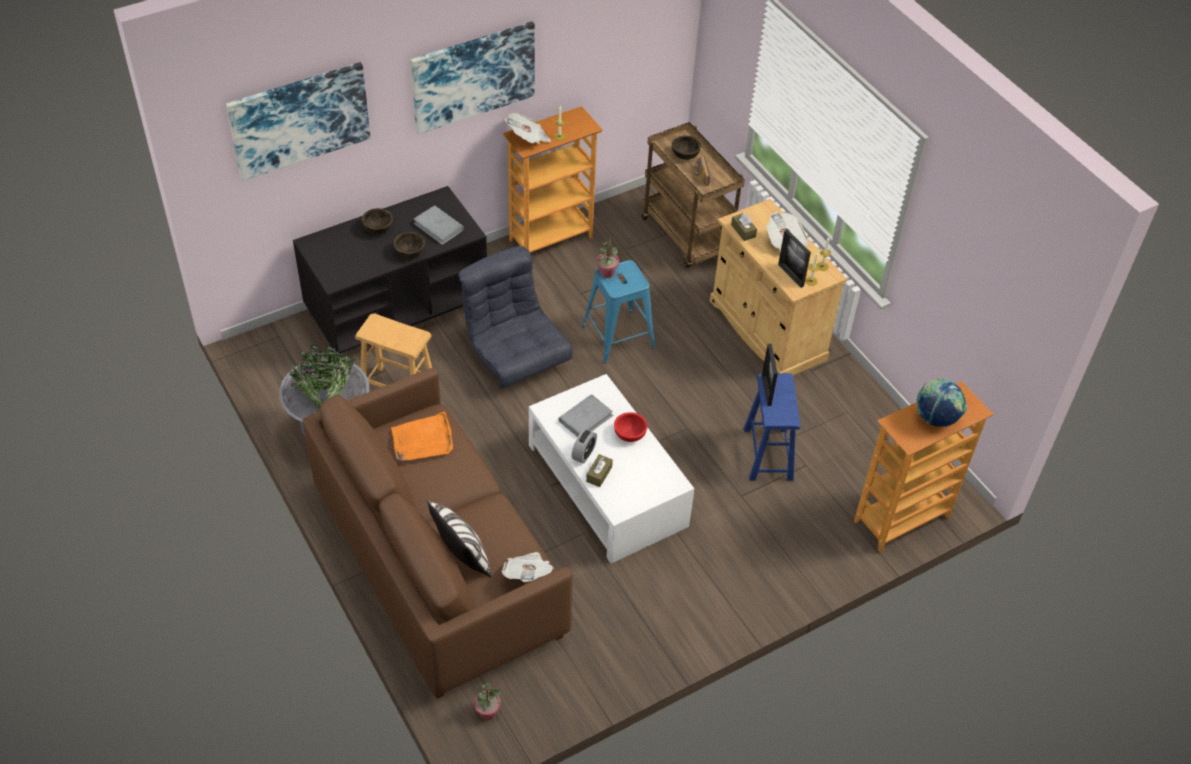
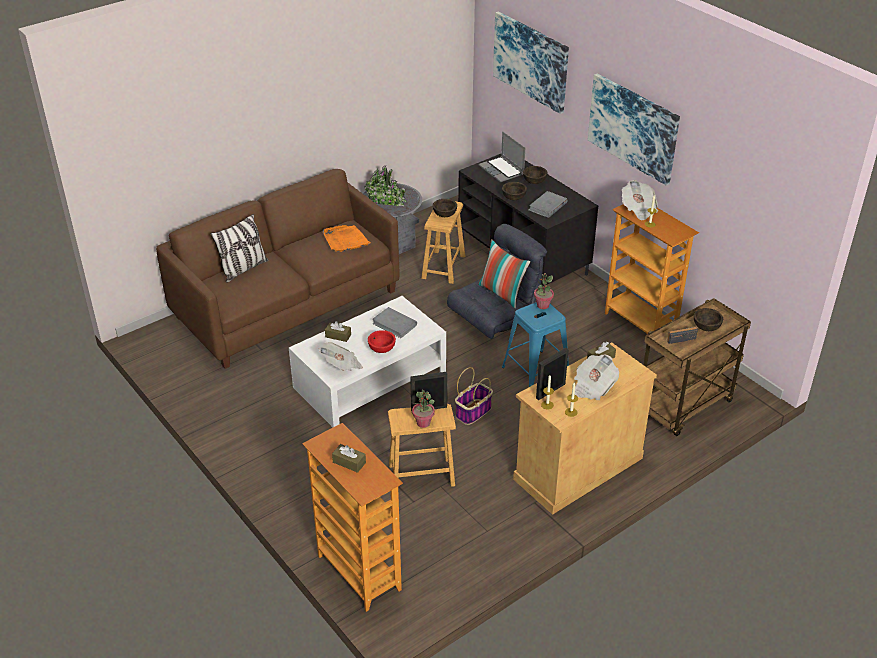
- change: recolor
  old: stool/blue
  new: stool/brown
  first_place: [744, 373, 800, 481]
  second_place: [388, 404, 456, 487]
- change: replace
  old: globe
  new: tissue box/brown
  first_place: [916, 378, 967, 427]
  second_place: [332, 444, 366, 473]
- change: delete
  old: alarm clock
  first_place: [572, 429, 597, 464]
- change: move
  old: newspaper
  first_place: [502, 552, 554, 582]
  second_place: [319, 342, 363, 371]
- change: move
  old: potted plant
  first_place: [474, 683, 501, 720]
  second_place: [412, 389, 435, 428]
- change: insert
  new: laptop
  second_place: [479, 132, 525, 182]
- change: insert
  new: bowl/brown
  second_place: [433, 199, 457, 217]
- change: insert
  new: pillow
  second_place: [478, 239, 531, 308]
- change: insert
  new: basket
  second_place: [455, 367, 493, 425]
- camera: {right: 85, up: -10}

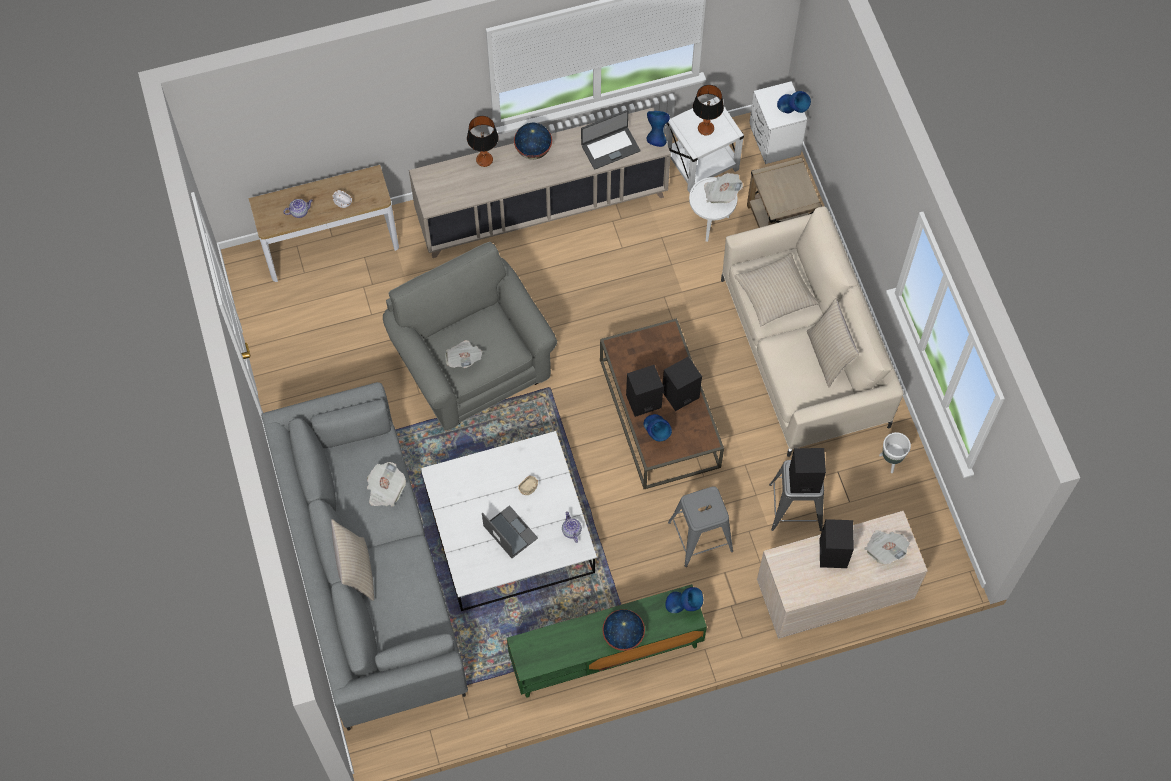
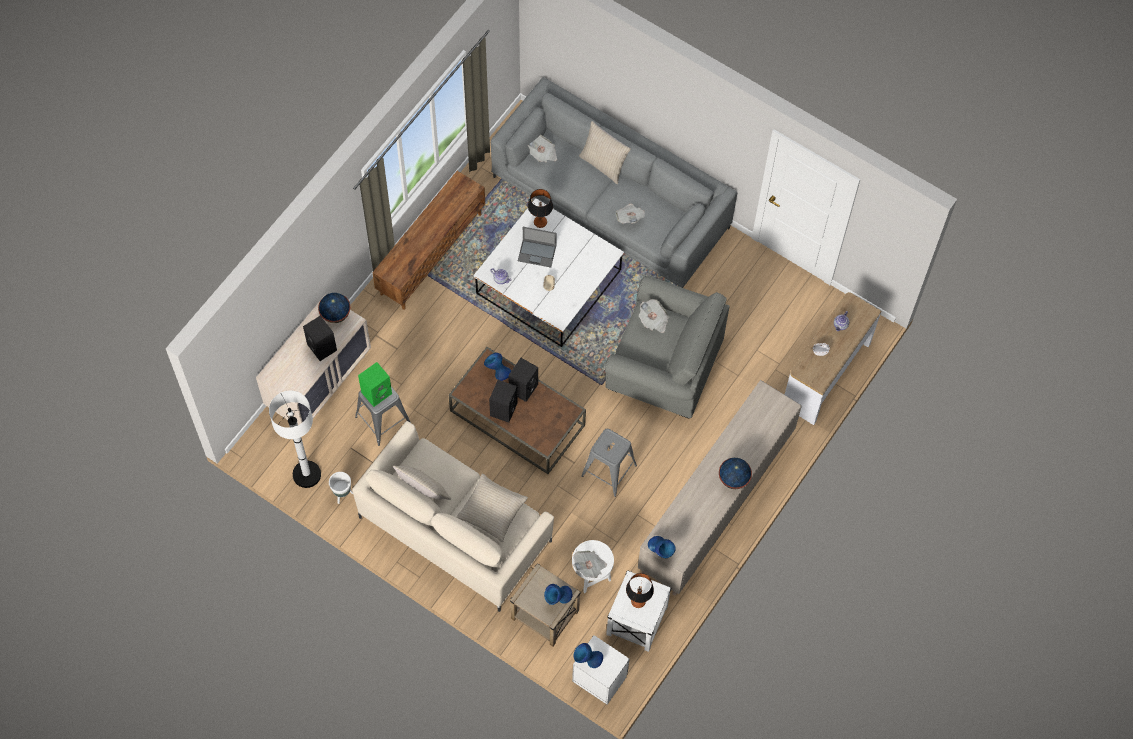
- change: delete
  old: laptop
  first_place: [581, 110, 640, 170]
- change: move
  old: table lamp
  first_place: [467, 116, 499, 167]
  second_place: [528, 189, 553, 228]
- change: recolor
  old: speaker/black
  new: speaker/green
  first_place: [789, 448, 826, 493]
  second_place: [358, 362, 392, 407]
- change: move
  old: stool/grey
  first_place: [668, 487, 733, 567]
  second_place: [581, 429, 637, 497]
- change: move
  old: newspaper
  first_place: [864, 530, 910, 564]
  second_place: [528, 135, 557, 162]
- change: recolor
  old: tv stand/green
  new: tv stand/brown
  first_place: [507, 584, 707, 698]
  second_place: [372, 171, 485, 310]
- change: move
  old: vase/blue
  first_place: [665, 587, 703, 613]
  second_place: [544, 584, 572, 605]
- change: move
  old: globe
  first_place: [602, 609, 645, 651]
  second_place: [318, 293, 350, 323]
- change: insert
  new: floor lamp/white
  second_place: [269, 391, 321, 488]
- camera: {right: 140, up: 0}

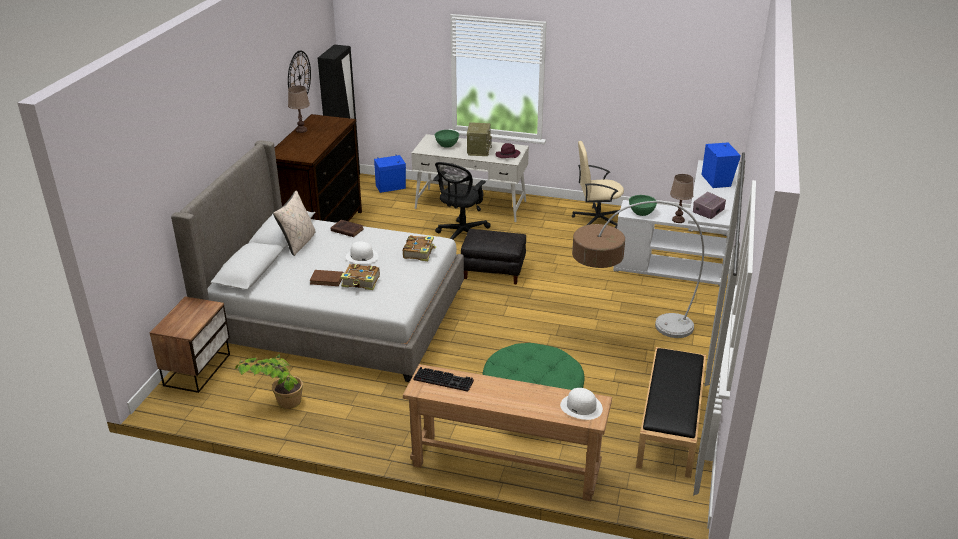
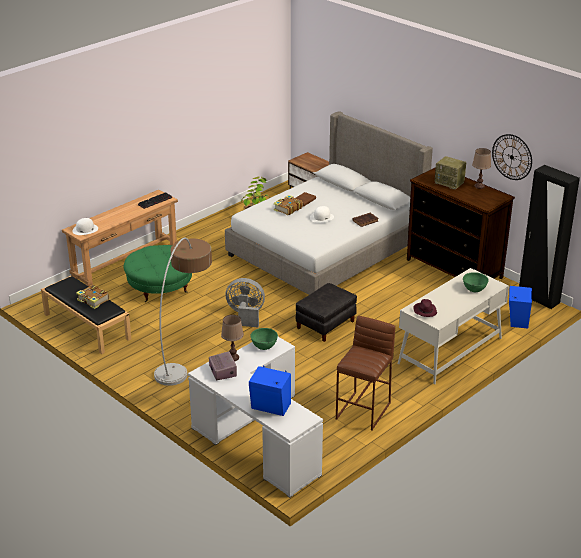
- change: move
  old: radio
  first_place: [467, 123, 492, 156]
  second_place: [435, 156, 466, 190]
- change: replace
  old: office chair/beige
  new: stool/brown
  first_place: [572, 141, 624, 228]
  second_place: [336, 316, 395, 431]
- change: delete
  old: office chair/black
  first_place: [433, 162, 491, 239]
- change: delete
  old: pillow/beige
  first_place: [273, 191, 316, 256]
- change: move
  old: book
  first_place: [403, 235, 437, 261]
  second_place: [76, 285, 109, 309]
- change: insert
  new: fan/grey
  second_place: [225, 278, 265, 327]
- camera: {right: 120, up: 0}

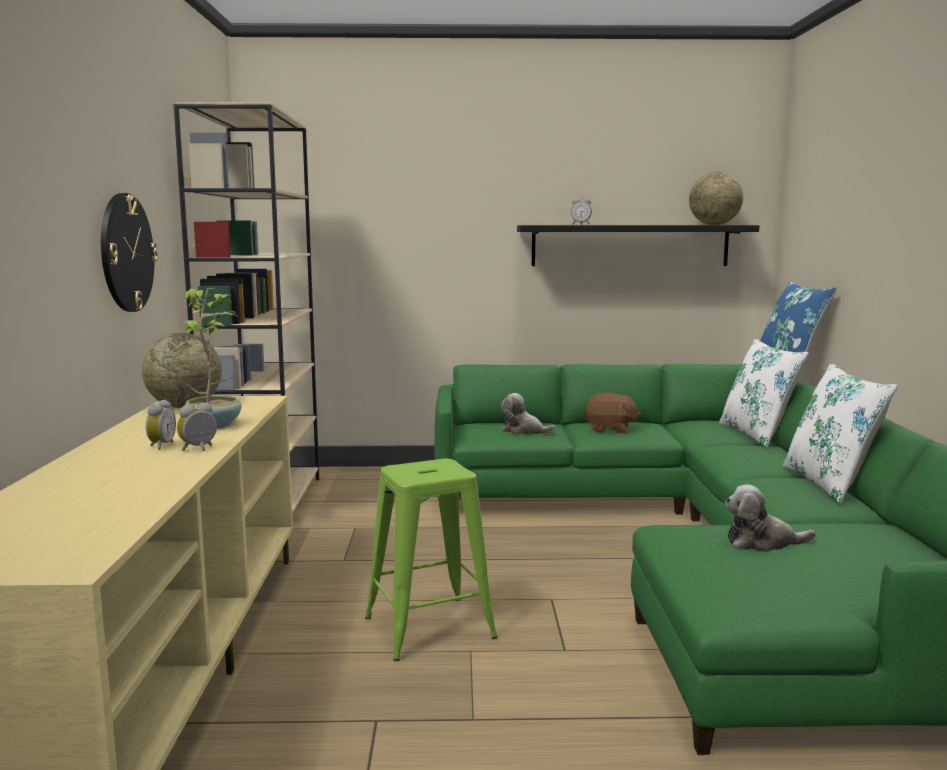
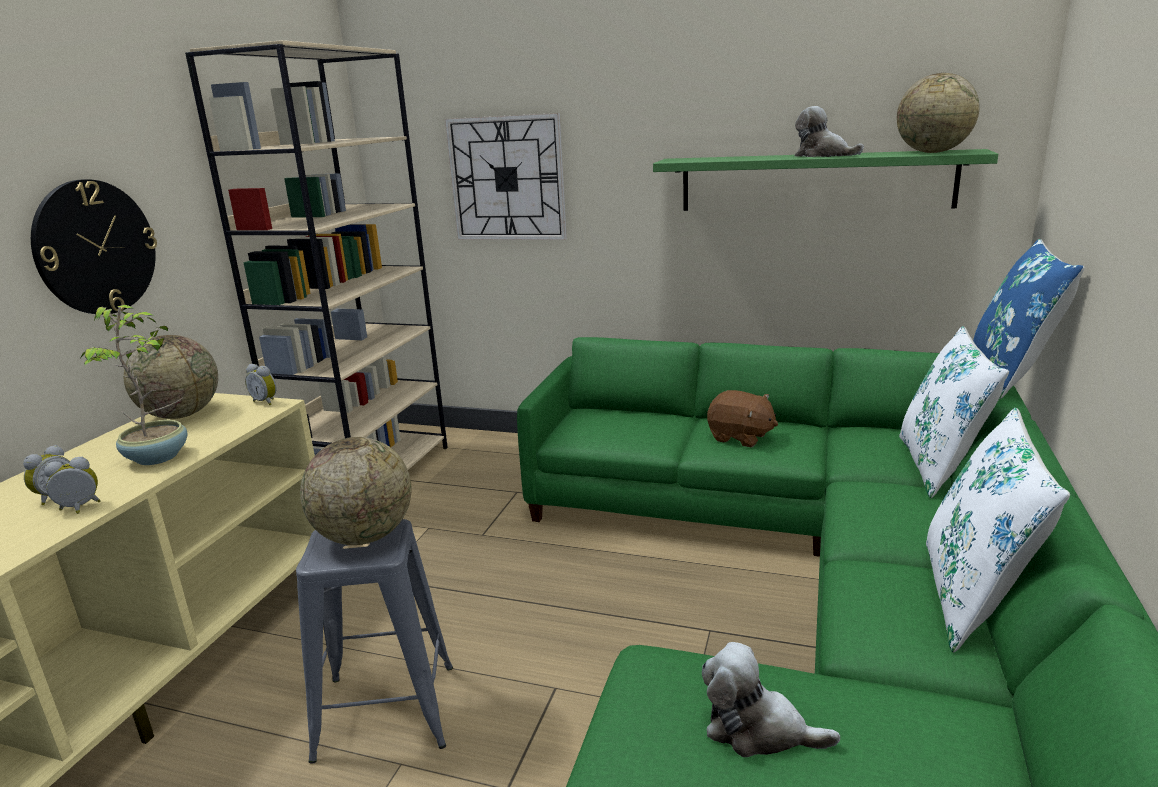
- change: move
  old: alarm clock
  first_place: [571, 198, 592, 225]
  second_place: [245, 364, 277, 405]
- change: recolor
  old: shelf/black
  new: shelf/green
  first_place: [517, 225, 759, 266]
  second_place: [653, 149, 998, 211]
- change: move
  old: plush toy
  first_place: [501, 393, 555, 434]
  second_place: [794, 106, 864, 157]
- change: recolor
  old: stool/green
  new: stool/grey
  first_place: [365, 459, 498, 661]
  second_place: [296, 519, 453, 764]
- change: insert
  new: wall clock
  second_place: [445, 113, 567, 240]
- change: insert
  new: globe
  second_place: [300, 437, 411, 545]
- camera: {right: 20, up: 10}

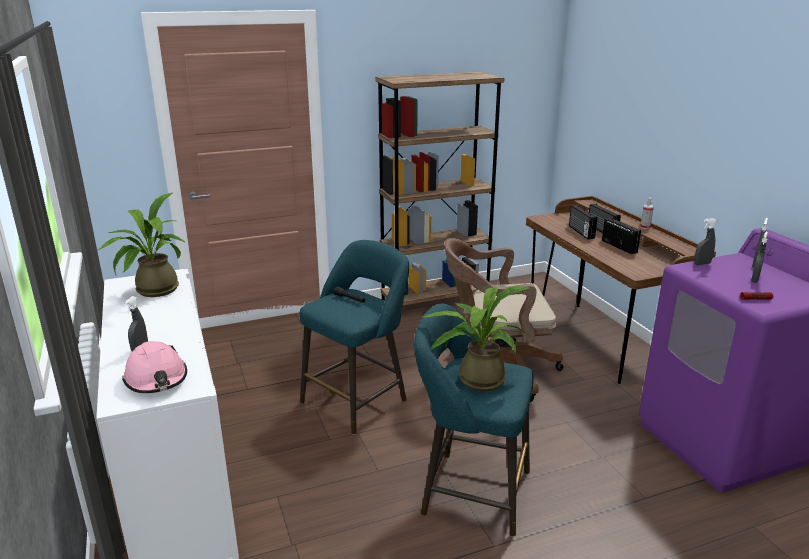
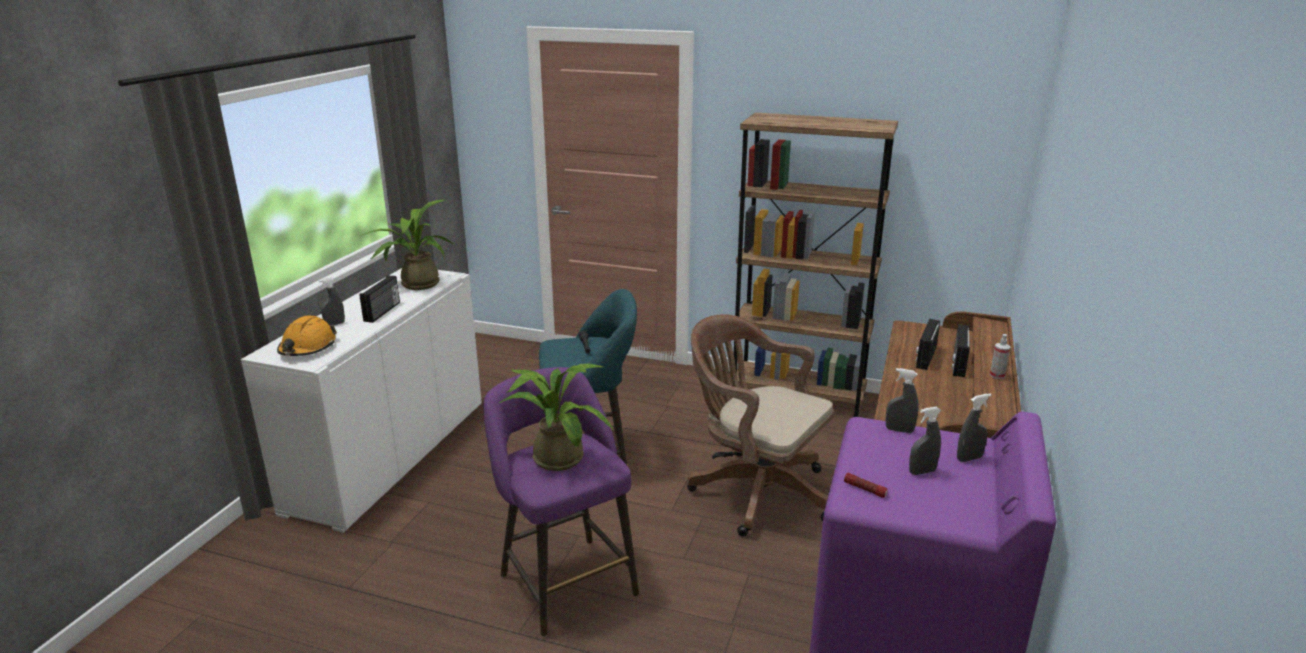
- change: move
  old: radio
  first_place: [602, 218, 641, 254]
  second_place: [359, 275, 400, 323]
- change: recolor
  old: stool/turquoise
  new: stool/purple
  first_place: [414, 304, 534, 537]
  second_place: [483, 367, 639, 637]
- change: recolor
  old: hard hat/pink
  new: hard hat/orange
  first_place: [122, 341, 187, 393]
  second_place: [277, 315, 337, 356]
- camera: {right: 40, up: 0}

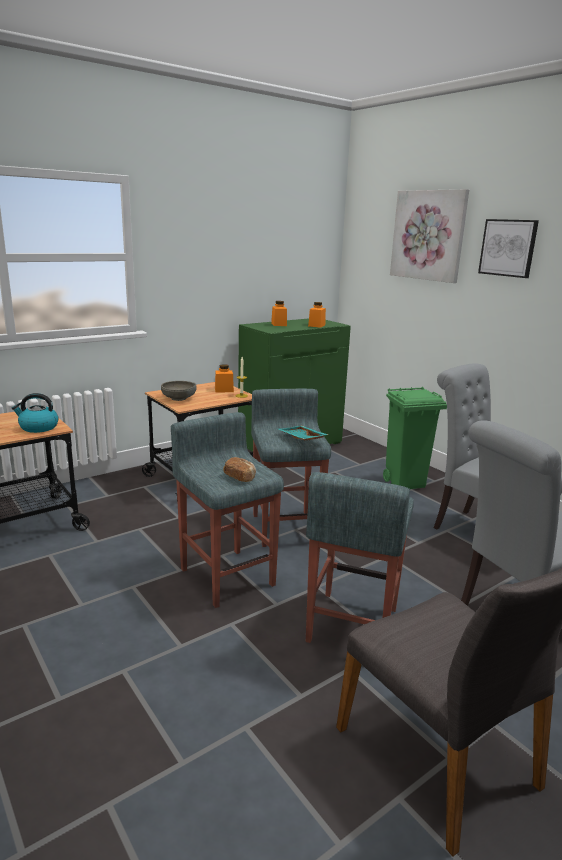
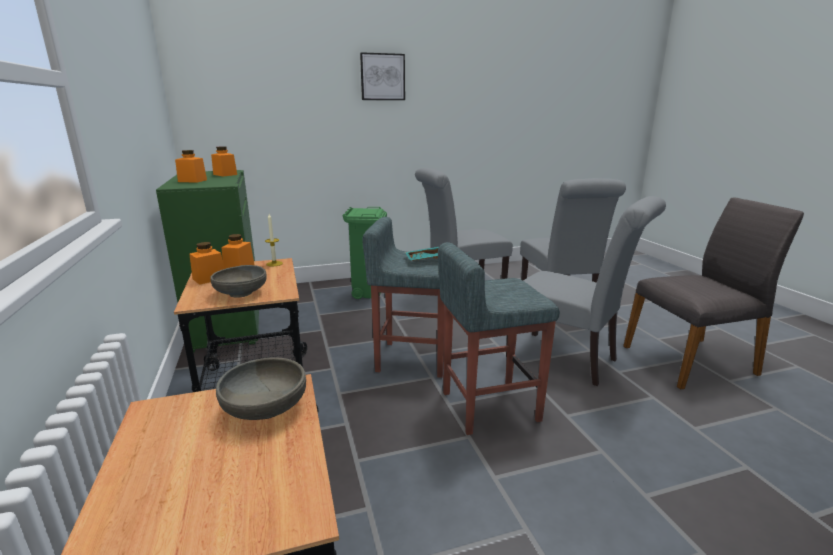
- change: delete
  old: picture
  first_place: [390, 189, 469, 283]
- change: replace
  old: kettle
  new: bowl/grey
  first_place: [12, 393, 59, 433]
  second_place: [216, 357, 306, 420]
- change: delete
  old: bread
  first_place: [223, 457, 256, 482]
- change: replace
  old: stool/grey
  new: chair/grey
  first_place: [306, 472, 414, 643]
  second_place: [506, 196, 666, 386]
- change: insert
  new: jar/orange
  second_place: [189, 242, 224, 285]
- camera: {right: -70, up: 0}

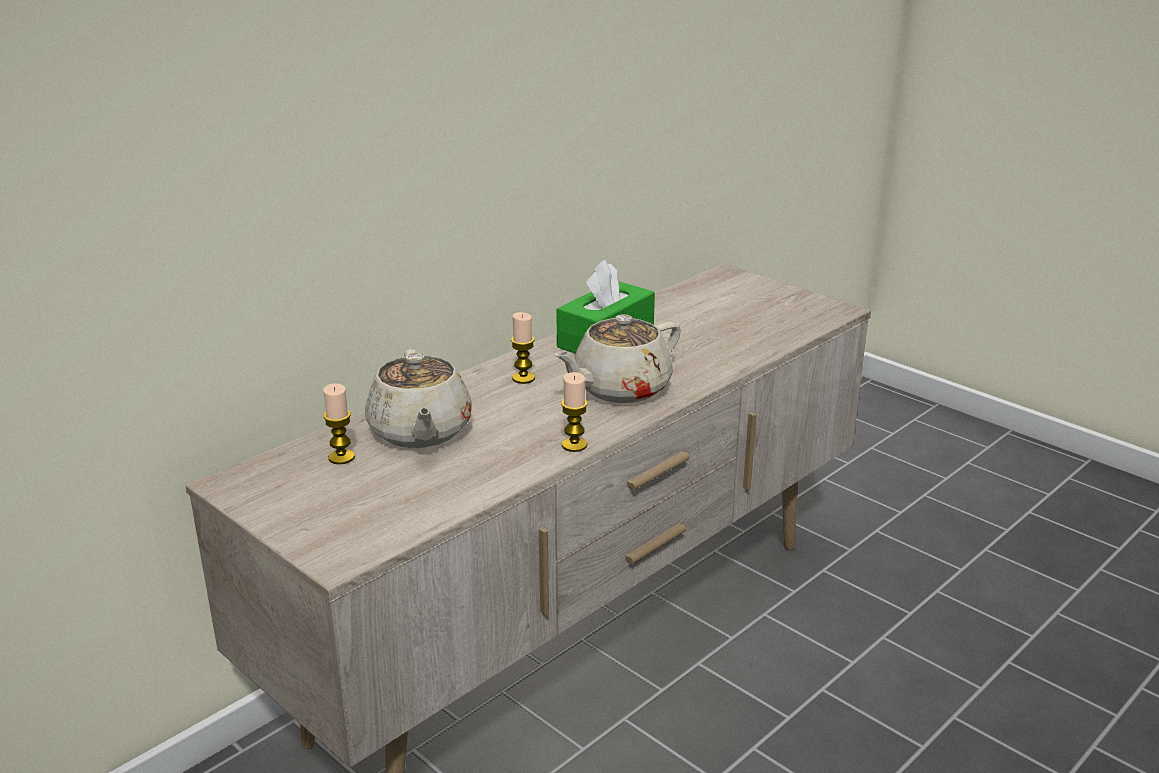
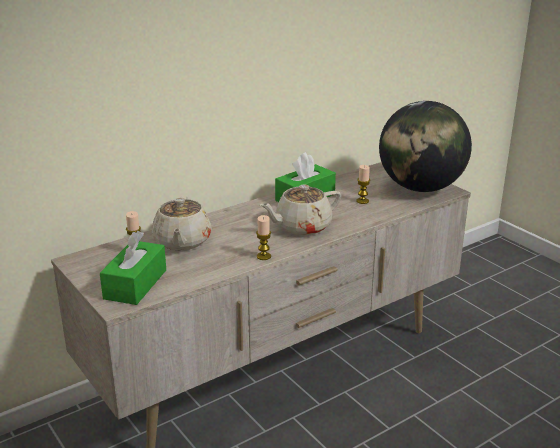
- change: move
  old: candle
  first_place: [511, 312, 535, 384]
  second_place: [356, 165, 370, 204]
- change: insert
  new: globe
  second_place: [379, 101, 472, 192]
- change: insert
  new: tissue box/green
  second_place: [100, 231, 166, 305]
- camera: {right: 10, up: 0}

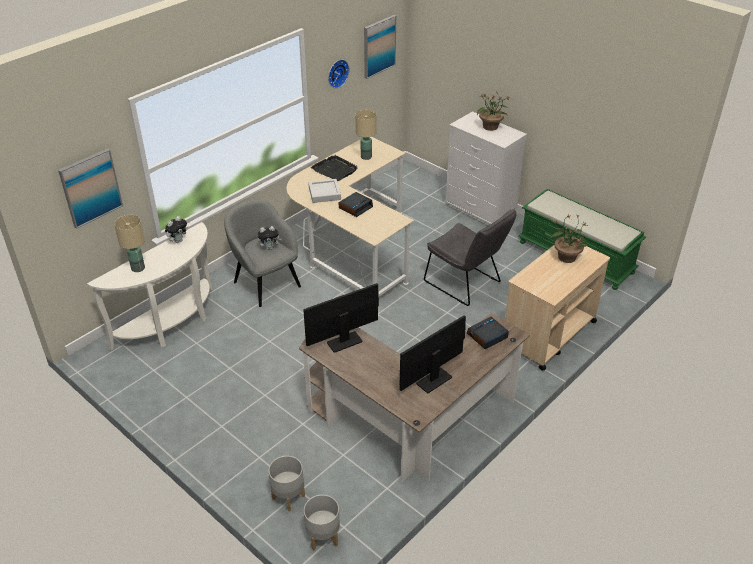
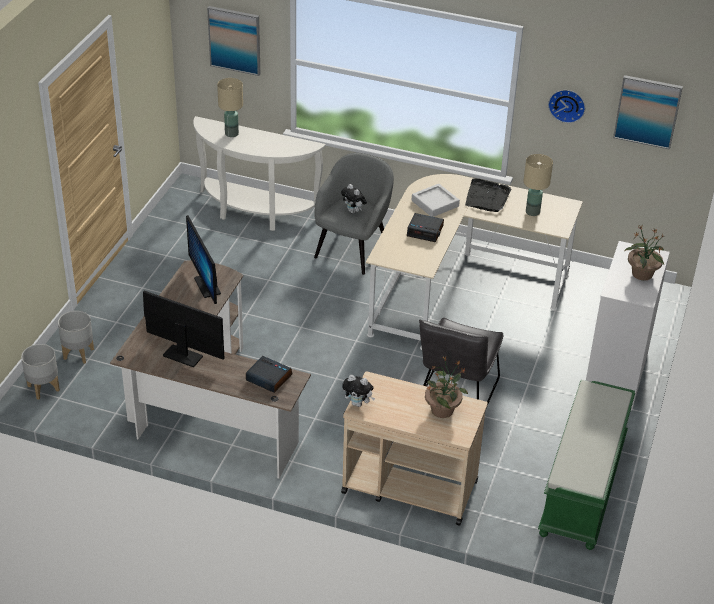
- change: move
  old: plush toy
  first_place: [165, 216, 188, 243]
  second_place: [342, 375, 375, 407]
- change: rotate
  old: monitor
  first_place: [303, 283, 379, 353]
  second_place: [186, 215, 221, 304]
  degrees: -150
- camera: {right: 65, up: 0}

